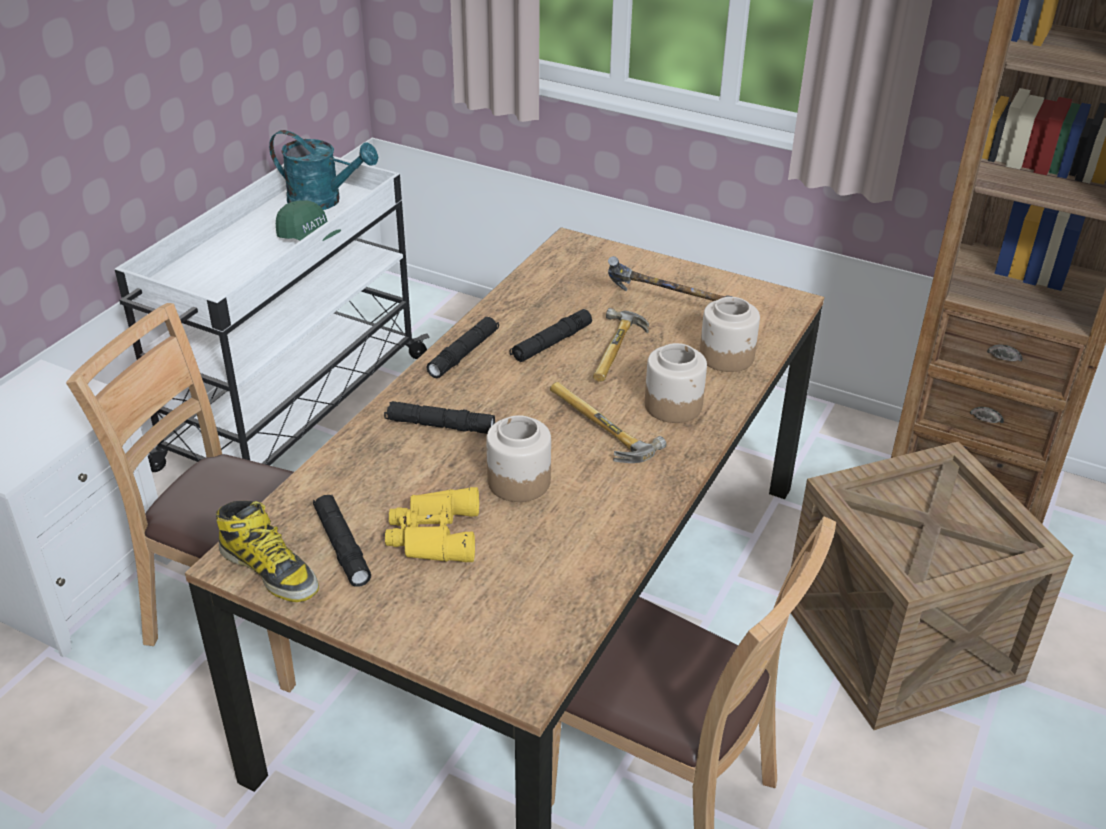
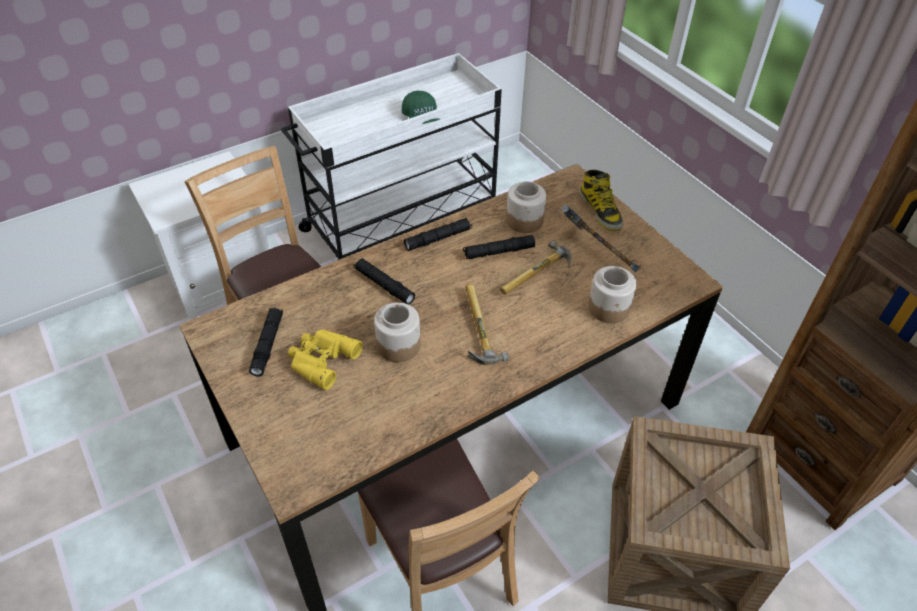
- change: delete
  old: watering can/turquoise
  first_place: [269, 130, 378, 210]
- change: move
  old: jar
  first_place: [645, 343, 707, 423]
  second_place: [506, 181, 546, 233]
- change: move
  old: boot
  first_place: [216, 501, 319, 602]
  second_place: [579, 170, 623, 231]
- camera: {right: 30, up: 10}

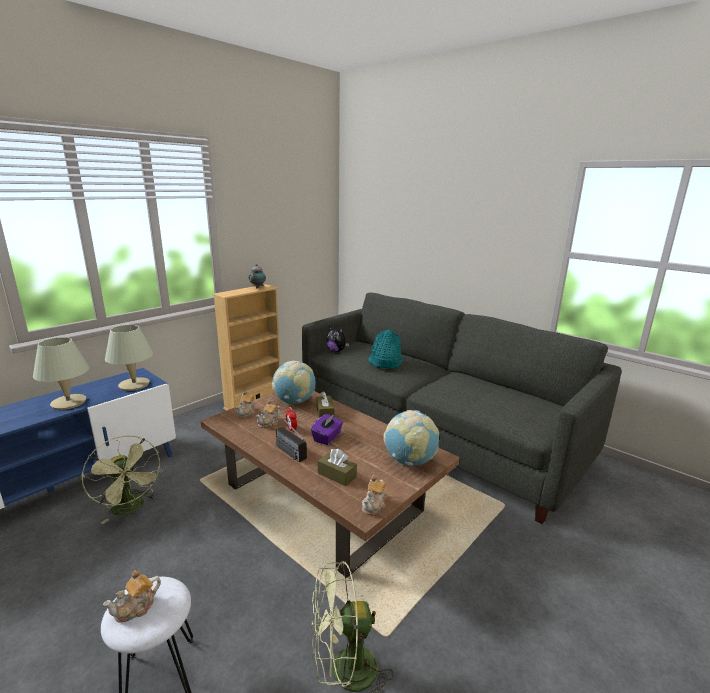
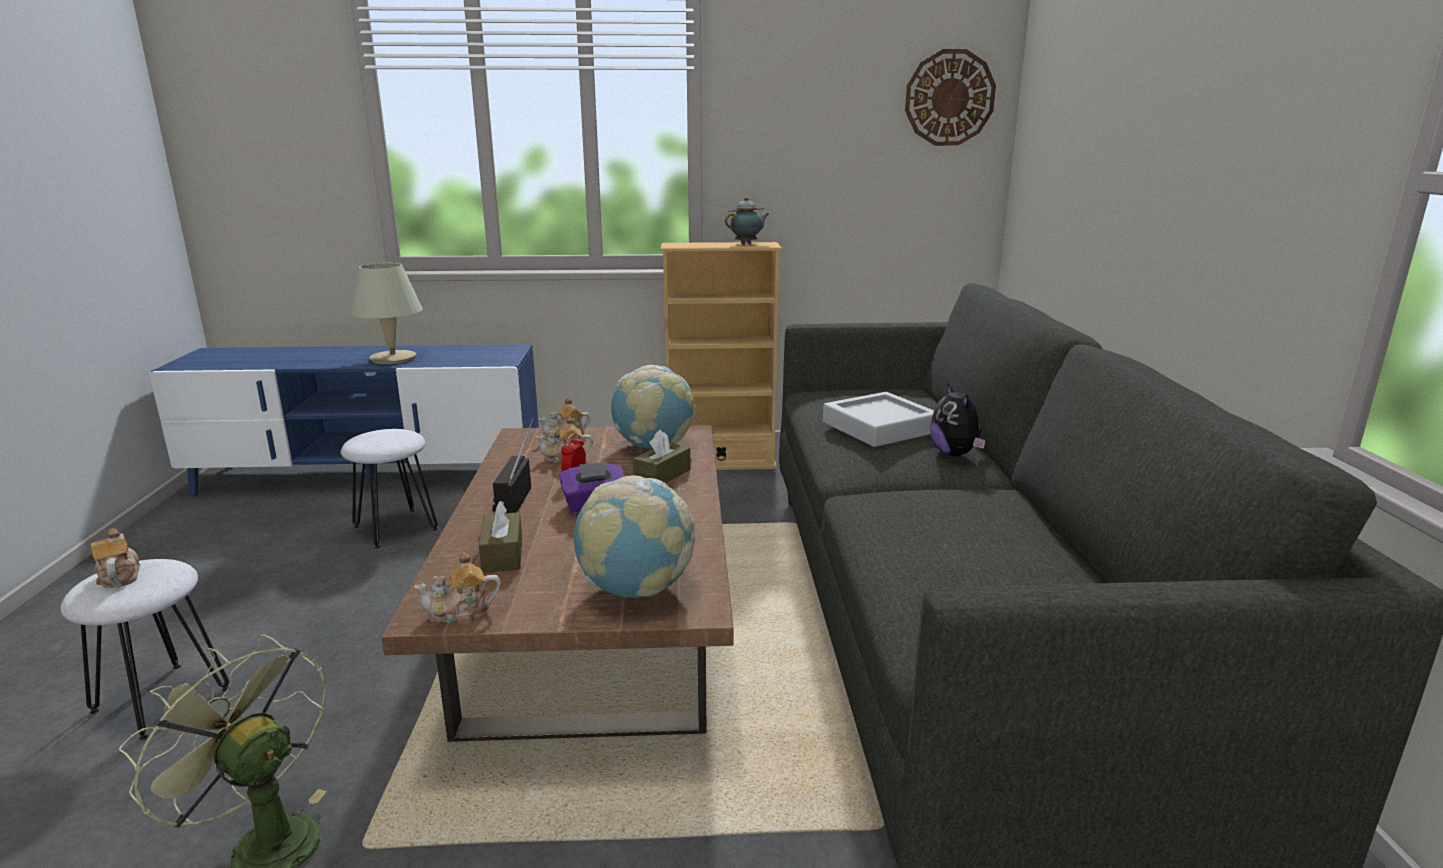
- change: delete
  old: table lamp/beige
  first_place: [105, 325, 153, 391]
- change: move
  old: plush toy
  first_place: [326, 326, 349, 352]
  second_place: [930, 382, 985, 456]
- change: replace
  old: hat/turquoise
  new: tray/grey
  first_place: [368, 330, 402, 368]
  second_place: [823, 392, 934, 447]
- change: replace
  old: fan/green
  new: stool/white
  first_place: [82, 435, 163, 524]
  second_place: [341, 429, 438, 549]
- change: rotate
  old: teapot
  first_place: [103, 570, 161, 623]
  second_place: [91, 528, 140, 588]
  degrees: 60
- change: insert
  new: wall clock
  second_place: [905, 49, 996, 146]
- camera: {right: 45, up: 0}

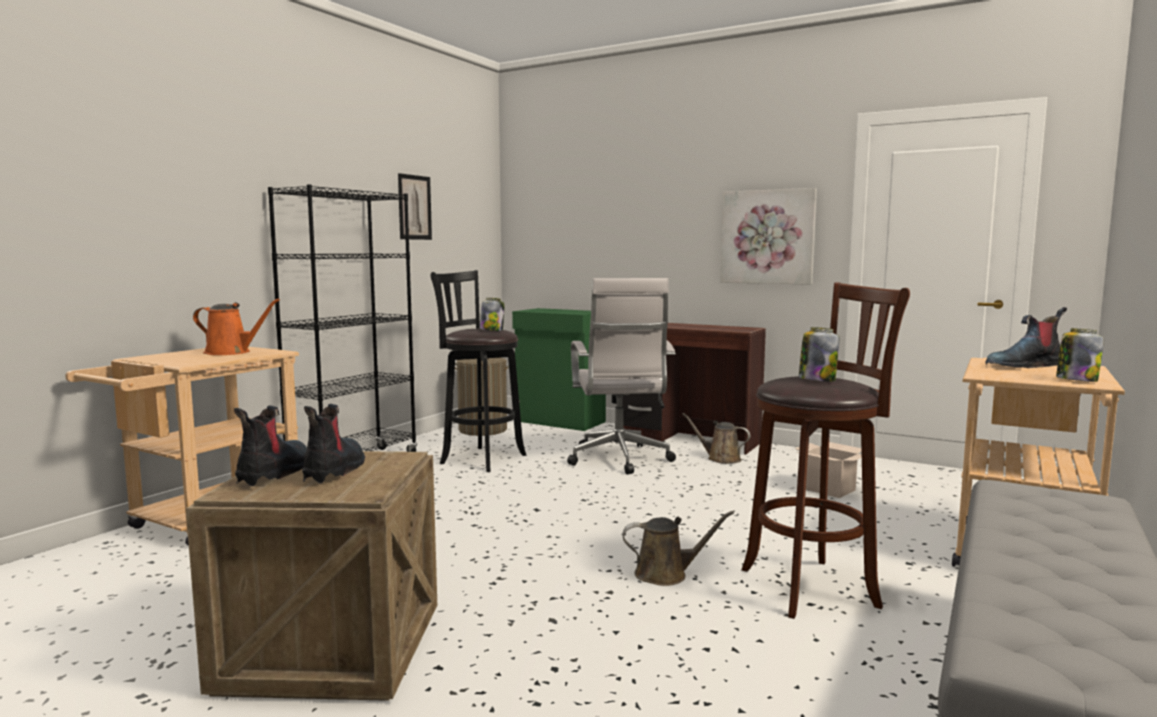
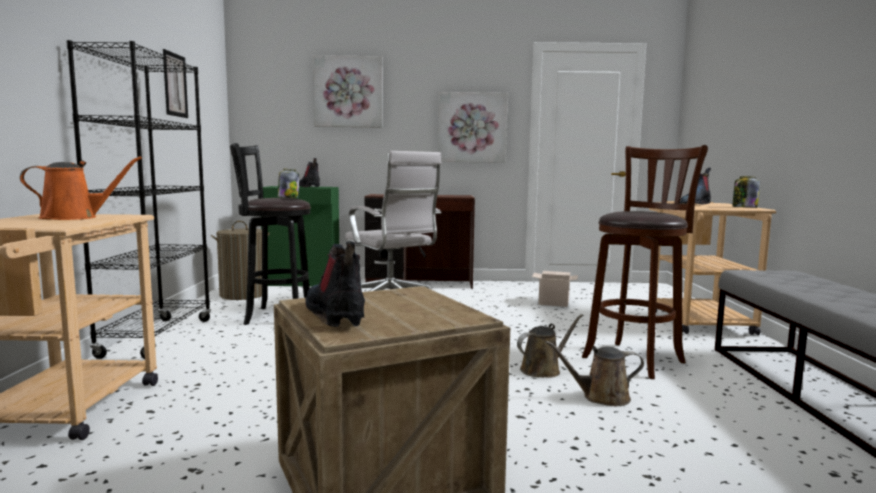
- change: delete
  old: jar
  first_place: [799, 327, 839, 382]
- change: move
  old: boot
  first_place: [302, 404, 365, 483]
  second_place: [299, 158, 320, 187]
- change: move
  old: watering can/brown
  first_place: [682, 413, 750, 464]
  second_place: [545, 341, 644, 406]
- change: insert
  new: picture
  second_place: [313, 55, 383, 128]
- camera: {right: -30, up: 0}

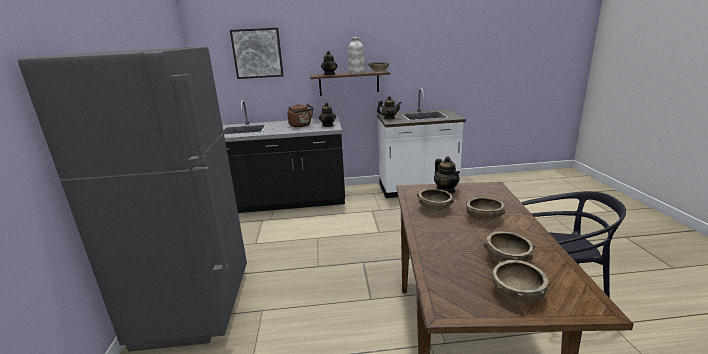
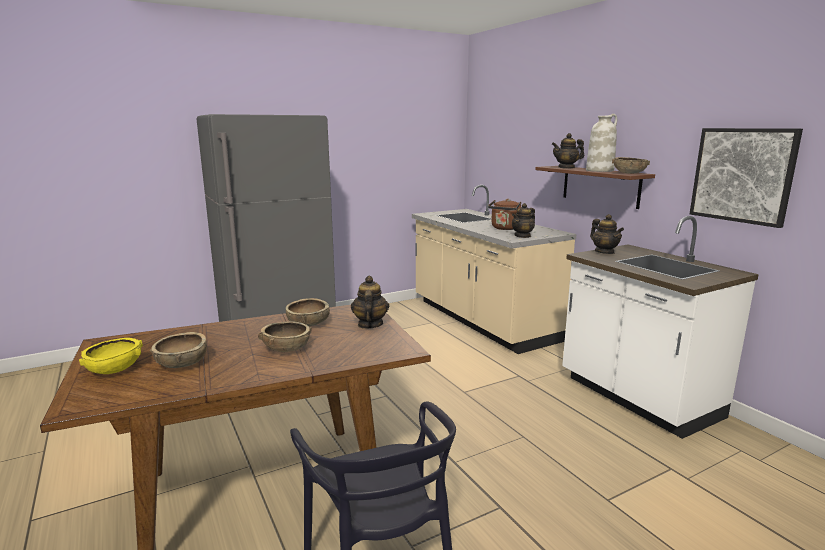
- change: move
  old: picture
  first_place: [230, 28, 284, 79]
  second_place: [690, 128, 803, 228]
- change: recolor
  old: counter/black
  new: counter/beige
  first_place: [222, 100, 345, 213]
  second_place: [412, 185, 577, 354]
- change: rotate
  old: teapot
  first_place: [434, 156, 460, 193]
  second_place: [351, 276, 389, 329]
  degrees: 135
- change: recolor
  old: bowl/brown
  new: bowl/yellow
  first_place: [492, 260, 548, 303]
  second_place: [79, 338, 143, 374]
- camera: {right: 65, up: -5}

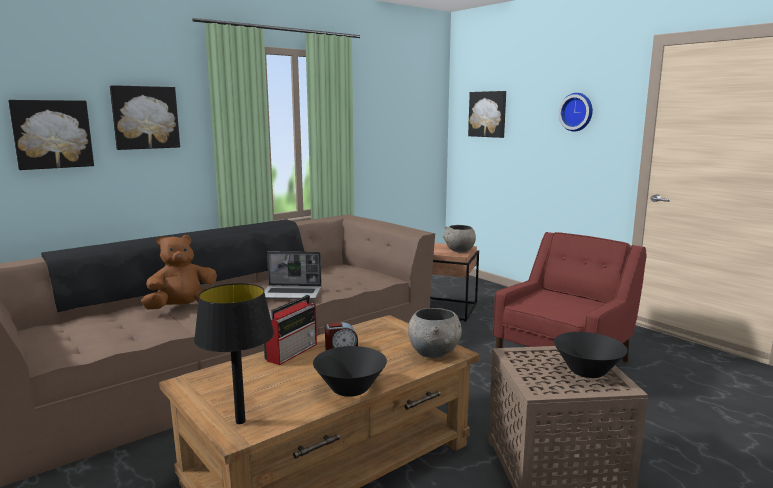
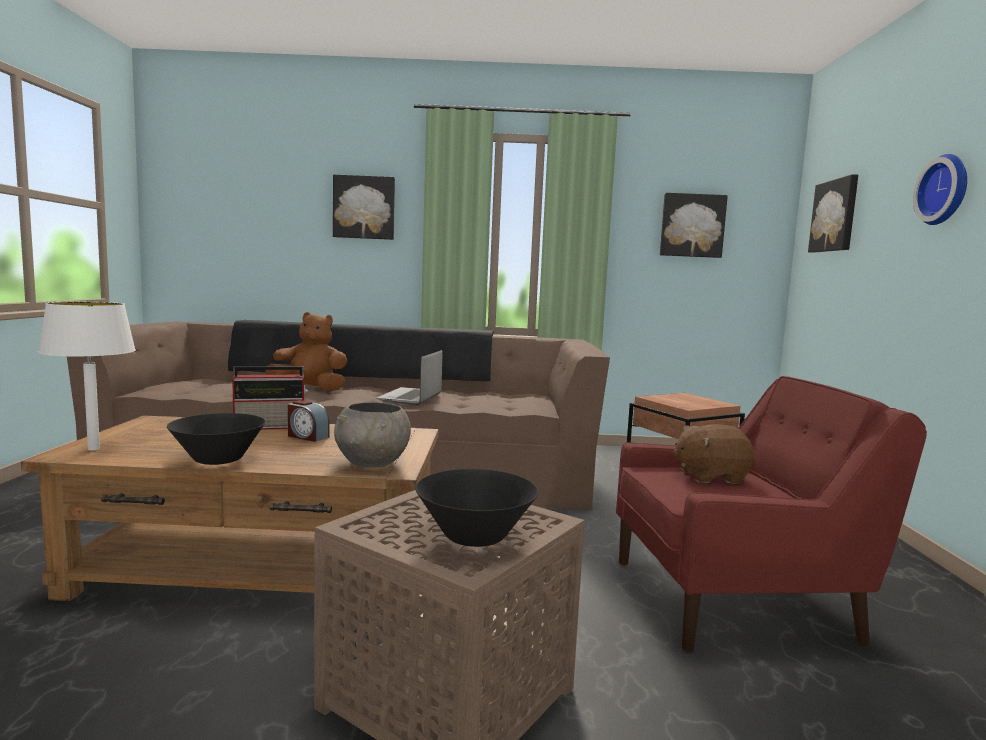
- change: move
  old: picture
  first_place: [8, 100, 94, 170]
  second_place: [660, 193, 728, 258]
- change: delete
  old: bowl/grey
  first_place: [443, 225, 476, 253]
- change: rotate
  old: laptop
  first_place: [264, 251, 322, 299]
  second_place: [377, 350, 443, 405]
  degrees: 60
- change: recolor
  old: table lamp/black
  new: table lamp/white
  first_place: [194, 283, 274, 424]
  second_place: [38, 302, 136, 450]
- change: insert
  new: plush toy/brown
  second_place: [672, 424, 754, 484]
- camera: {right: 40, up: -5}

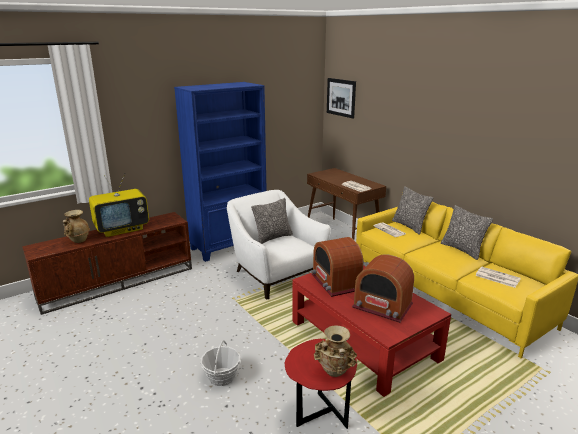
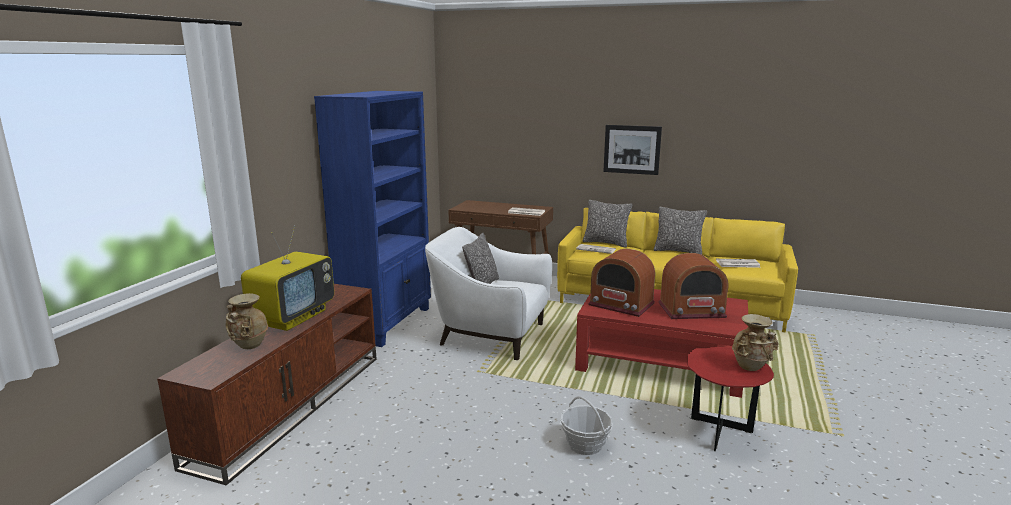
- change: move
  old: picture
  first_place: [327, 78, 356, 118]
  second_place: [603, 125, 662, 175]
- camera: {right: -35, up: -5}

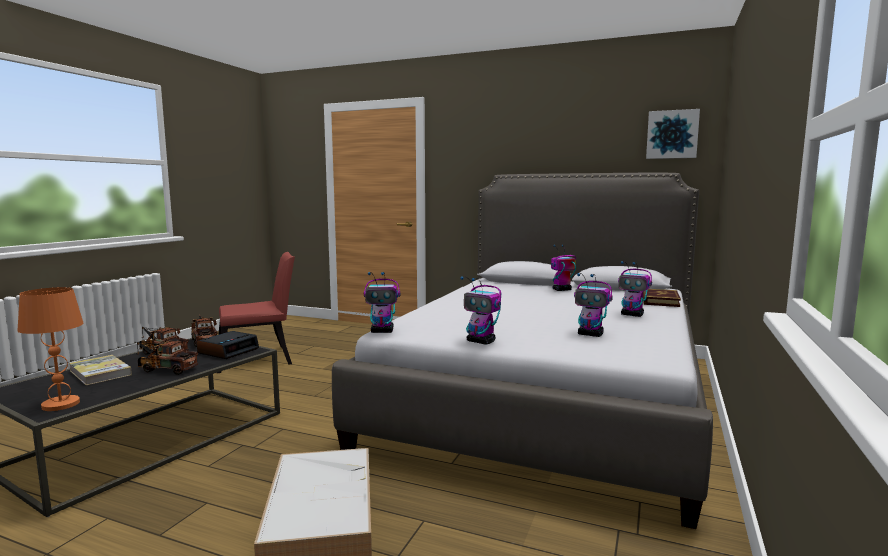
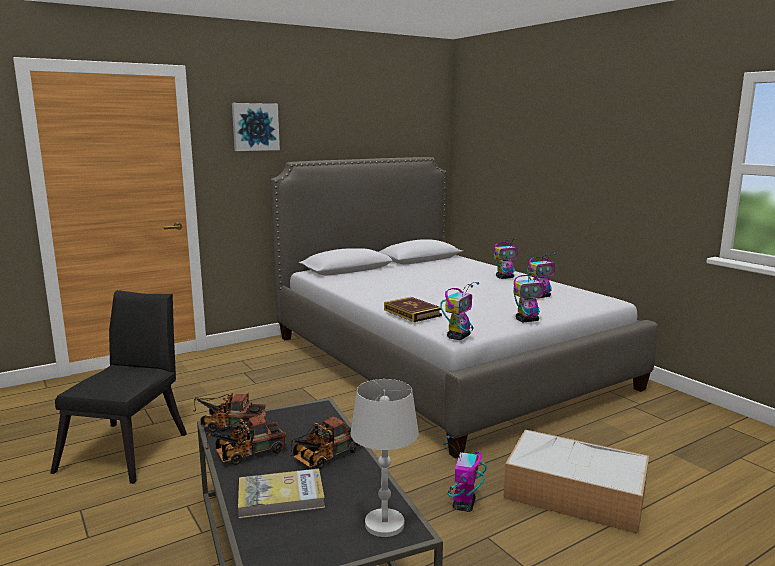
- change: move
  old: picture
  first_place: [646, 109, 700, 159]
  second_place: [232, 103, 280, 151]
- change: move
  old: toy robot
  first_place: [551, 245, 576, 291]
  second_place: [443, 435, 487, 512]
- change: recolor
  old: chair/red
  new: chair/black
  first_place: [217, 252, 295, 373]
  second_place: [50, 290, 187, 484]
- change: recolor
  old: table lamp/orange
  new: table lamp/white
  first_place: [18, 287, 83, 411]
  second_place: [350, 379, 419, 537]
- change: move
  old: book
  first_place: [643, 289, 681, 307]
  second_place: [384, 297, 442, 322]
- change: delete
  old: alarm clock
  first_place: [197, 331, 259, 359]
- camera: {right: -55, up: 5}

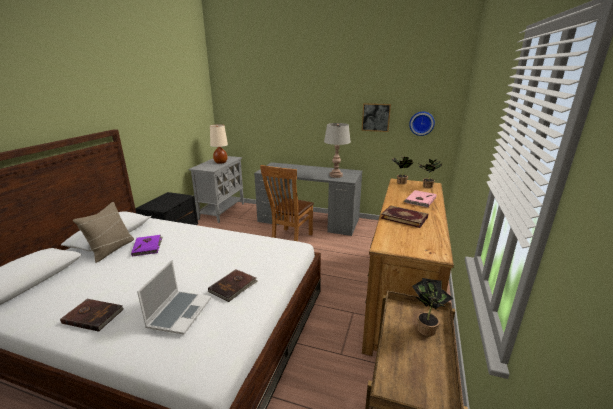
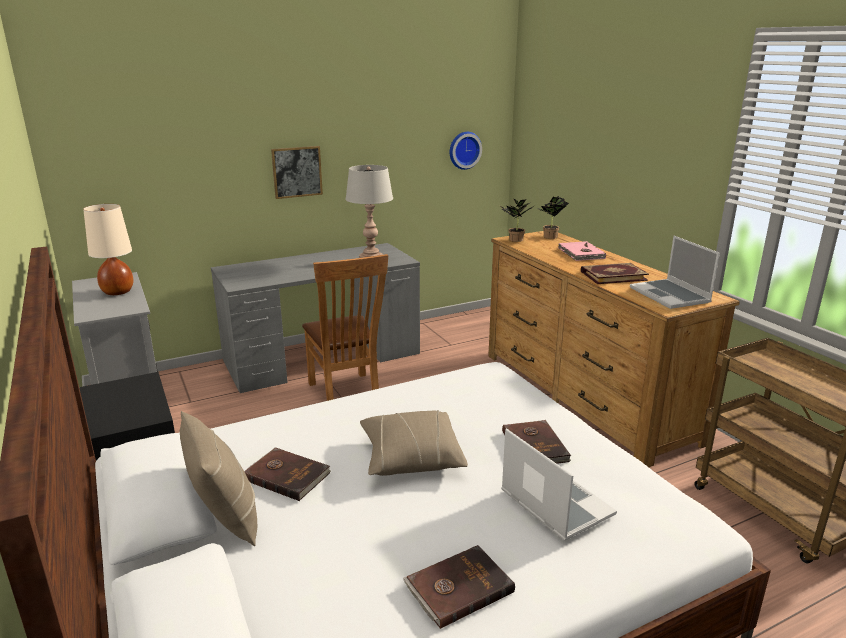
- change: move
  old: picture
  first_place: [362, 103, 391, 132]
  second_place: [271, 146, 323, 199]
- change: recolor
  old: book/purple
  new: book/brown
  first_place: [131, 235, 163, 257]
  second_place: [244, 447, 331, 501]
- change: delete
  old: potted plant
  first_place: [412, 278, 454, 336]
- change: insert
  new: laptop
  second_place: [630, 236, 720, 309]
- change: insert
  new: pillow/beige
  second_place: [360, 410, 468, 476]
- camera: {right: -45, up: 0}

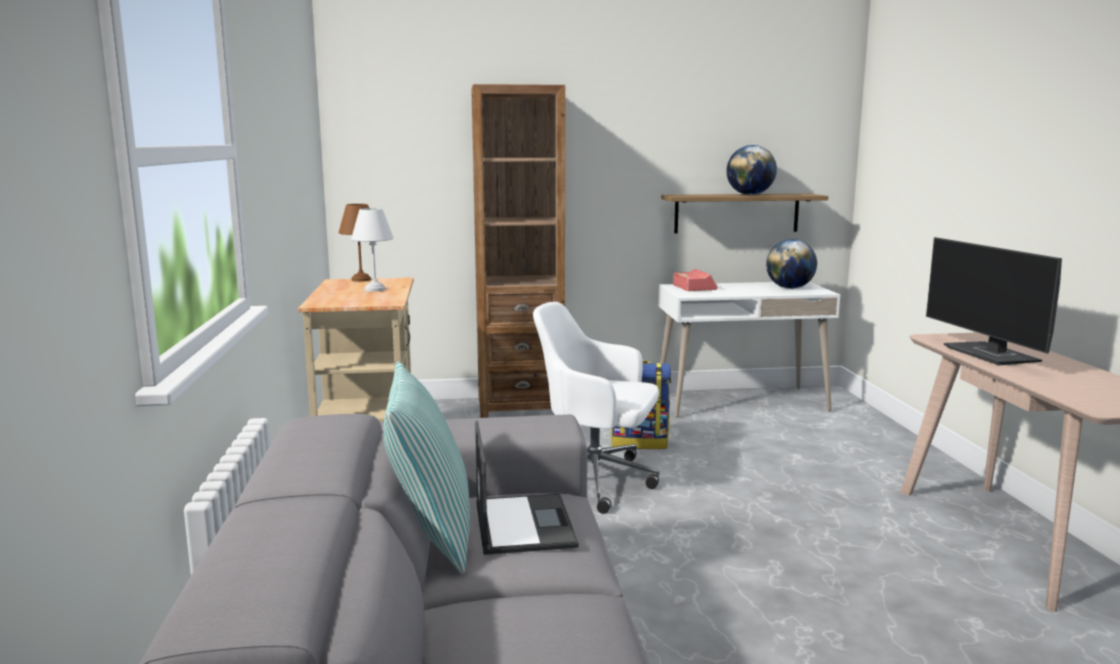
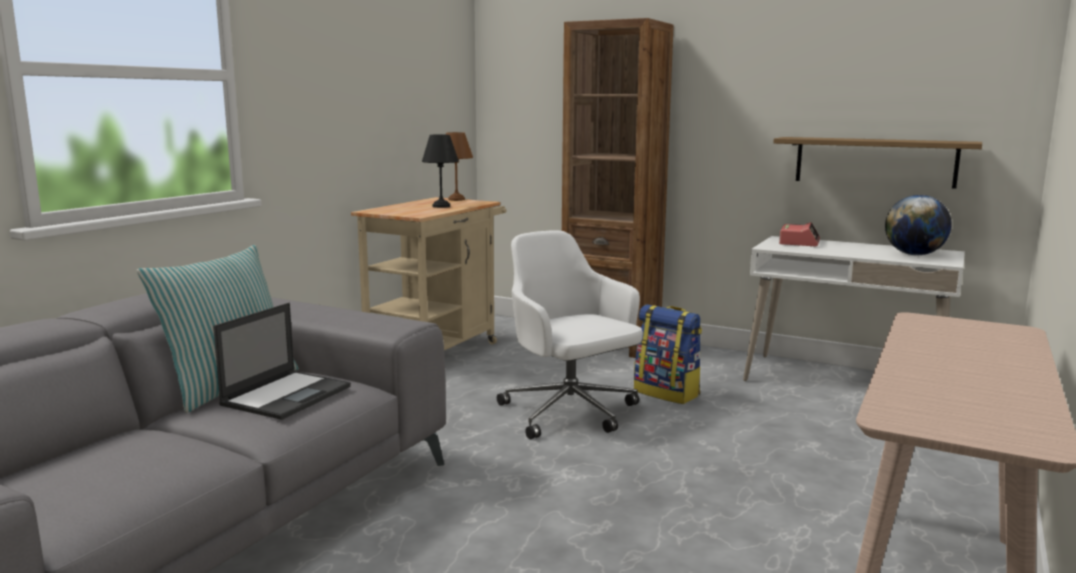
- change: delete
  old: globe
  first_place: [727, 145, 777, 195]
- change: recolor
  old: table lamp/white
  new: table lamp/black
  first_place: [351, 208, 394, 292]
  second_place: [422, 134, 459, 208]
- change: delete
  old: monitor
  first_place: [926, 237, 1062, 365]
- camera: {right: 35, up: 0}

